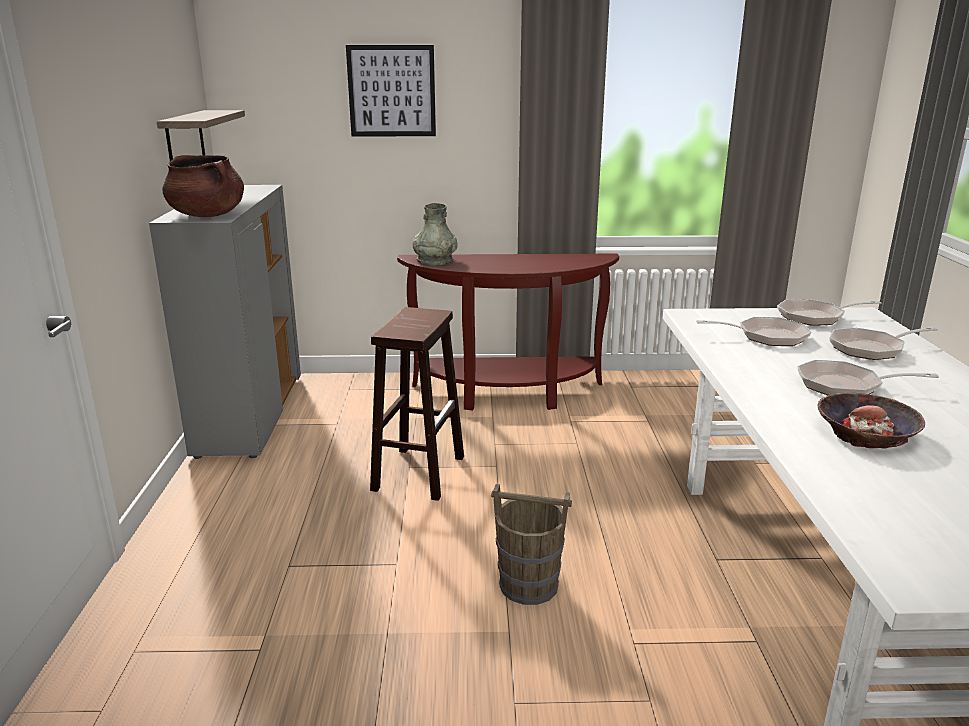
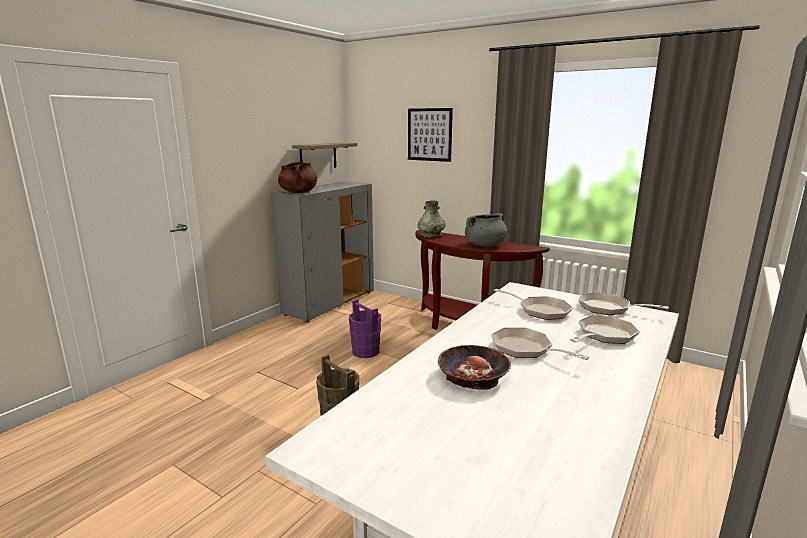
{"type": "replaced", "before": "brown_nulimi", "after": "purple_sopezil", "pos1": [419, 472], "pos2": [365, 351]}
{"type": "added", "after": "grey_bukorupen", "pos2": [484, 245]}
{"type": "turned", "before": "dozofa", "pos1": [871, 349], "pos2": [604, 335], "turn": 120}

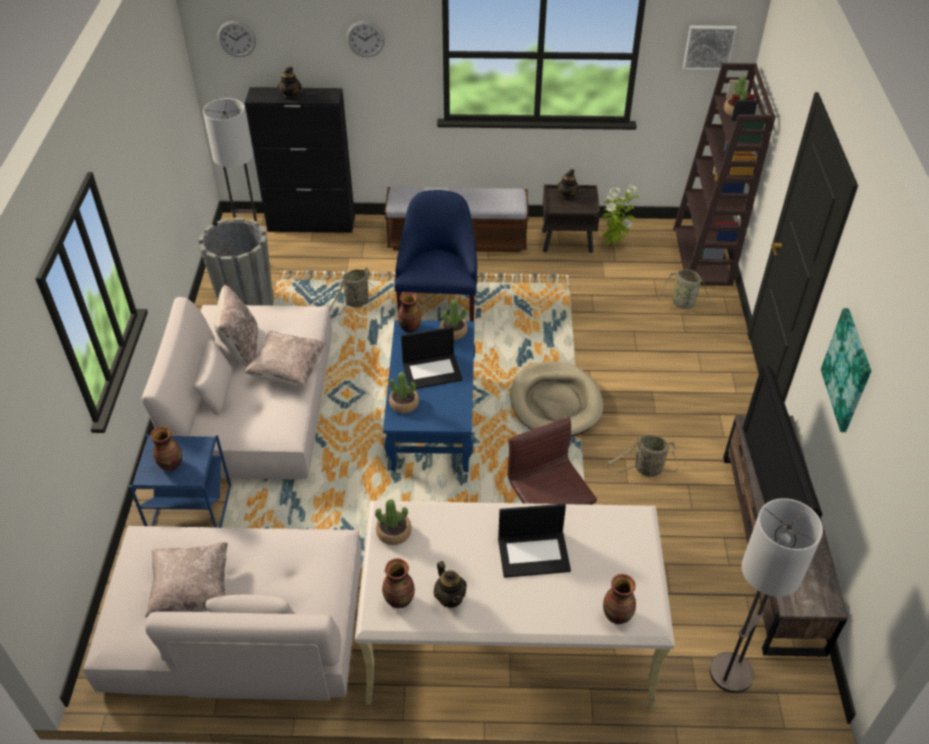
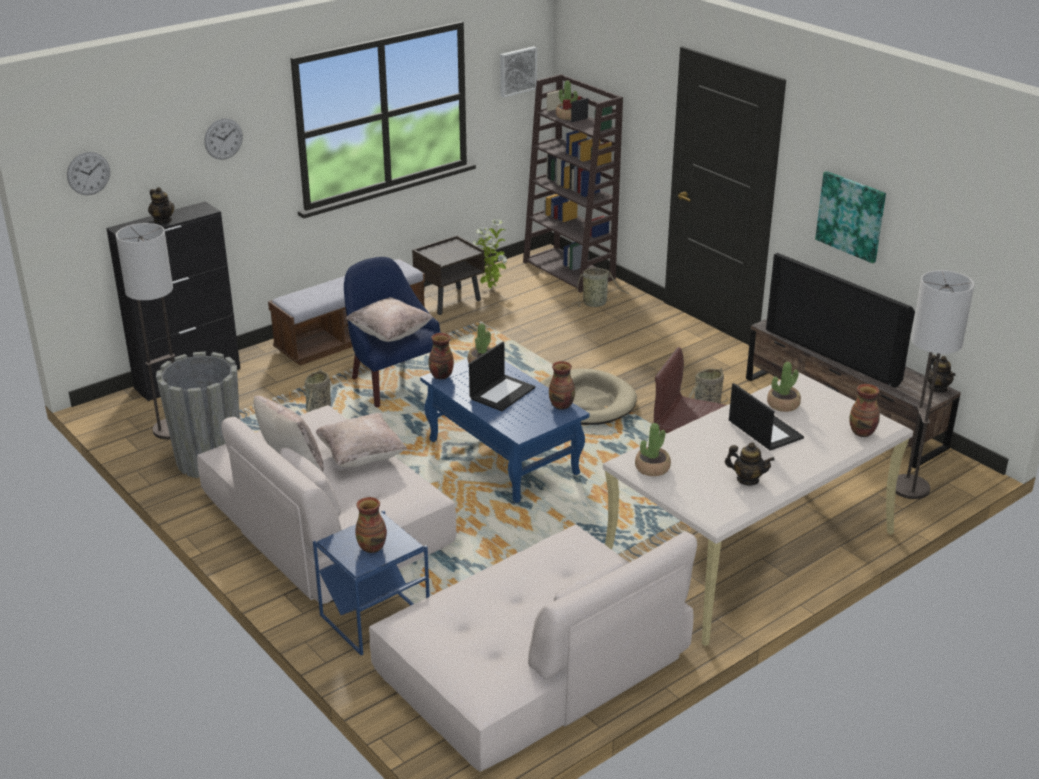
{"type": "moved", "before": "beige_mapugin", "pos1": [192, 590], "pos2": [390, 334]}
{"type": "moved", "before": "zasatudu", "pos1": [400, 600], "pos2": [562, 405]}
{"type": "turned", "before": "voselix", "pos1": [534, 553], "pos2": [764, 430], "turn": -75}
{"type": "moved", "before": "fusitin", "pos1": [404, 404], "pos2": [783, 404]}
{"type": "moved", "before": "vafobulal", "pos1": [567, 196], "pos2": [937, 388]}

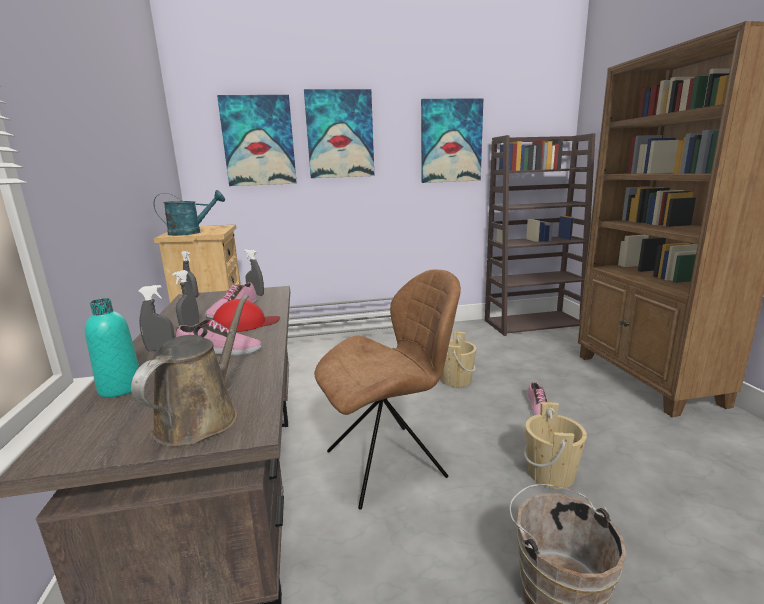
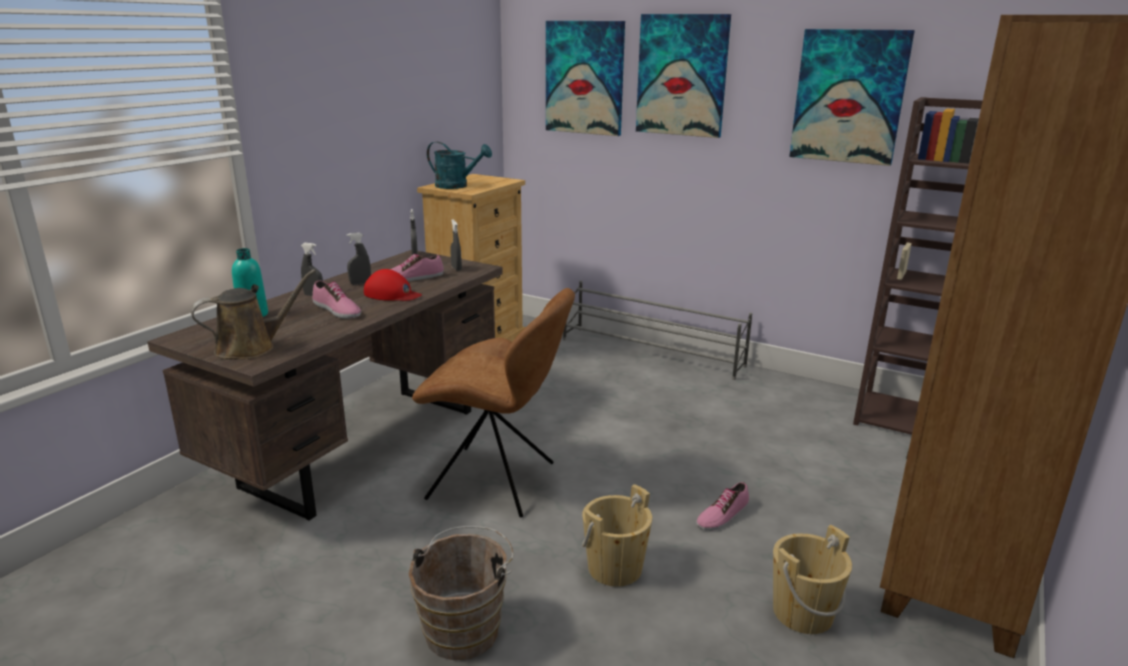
{"type": "moved", "before": "beige_sopezil", "pos1": [456, 380], "pos2": [802, 613]}

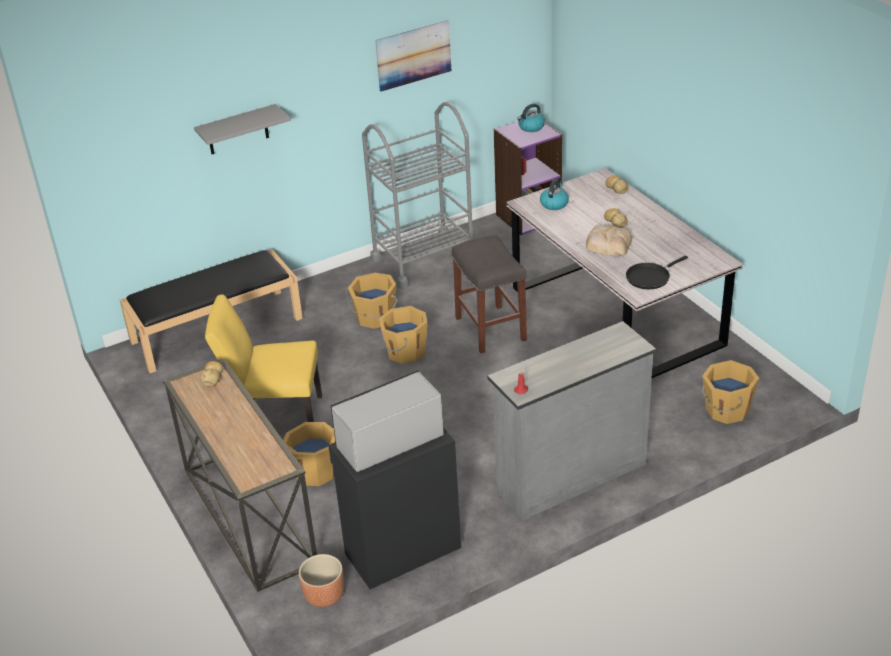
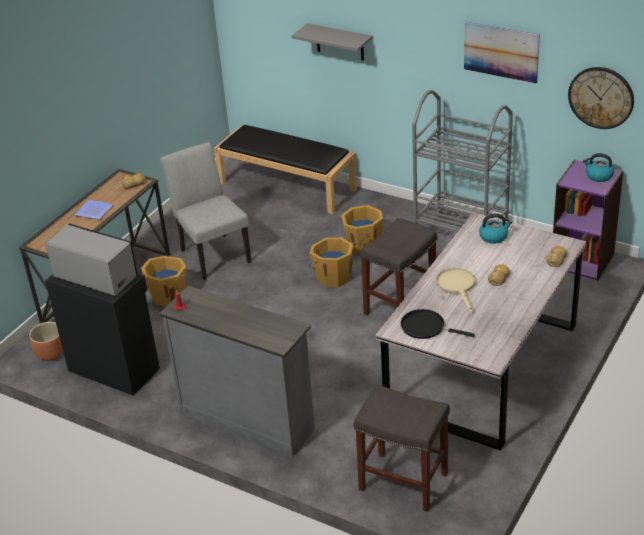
{"type": "added", "after": "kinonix", "pos2": [95, 210]}
{"type": "recoloured", "before": "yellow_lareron", "after": "grey_lareron", "pos1": [275, 417], "pos2": [212, 253]}
{"type": "replaced", "before": "orange_sopezil", "after": "grey_nulimi", "pos1": [726, 410], "pos2": [402, 481]}
{"type": "replaced", "before": "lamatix", "after": "beige_dozofa", "pos1": [608, 244], "pos2": [457, 287]}
{"type": "added", "after": "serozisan", "pos2": [601, 97]}

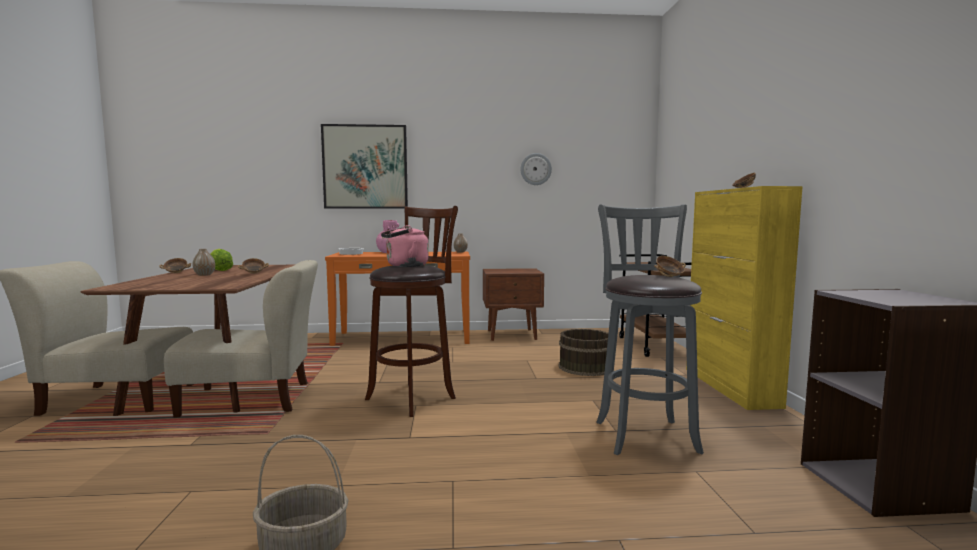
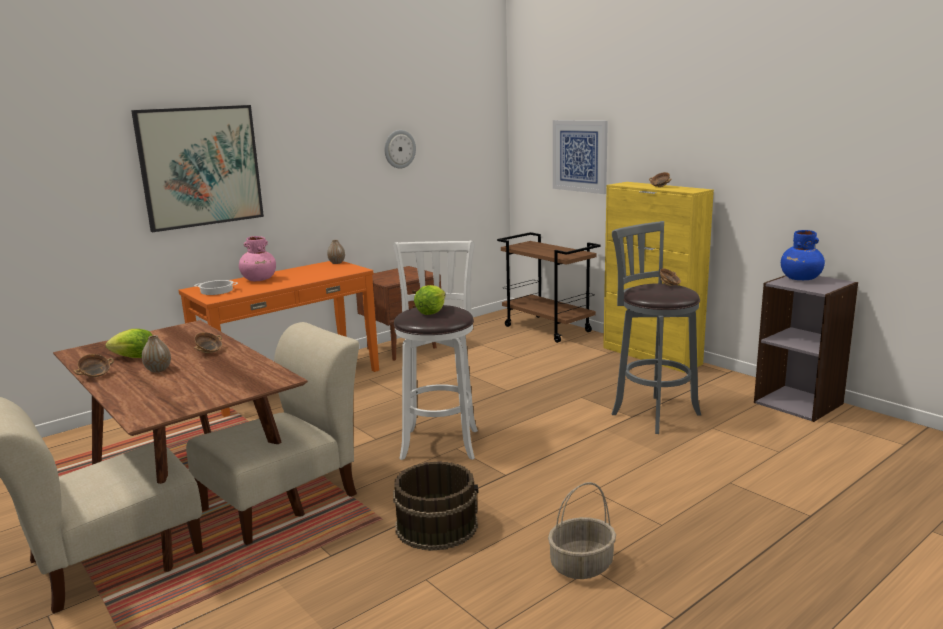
{"type": "recoloured", "before": "brown_nulimi", "after": "white_nulimi", "pos1": [414, 397], "pos2": [440, 442]}
{"type": "moved", "before": "brown_sopezil", "pos1": [585, 367], "pos2": [436, 526]}
{"type": "replaced", "before": "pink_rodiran", "after": "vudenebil", "pos1": [404, 266], "pos2": [431, 312]}
{"type": "added", "after": "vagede", "pos2": [580, 156]}
{"type": "added", "after": "blue_zasatudu", "pos2": [800, 279]}

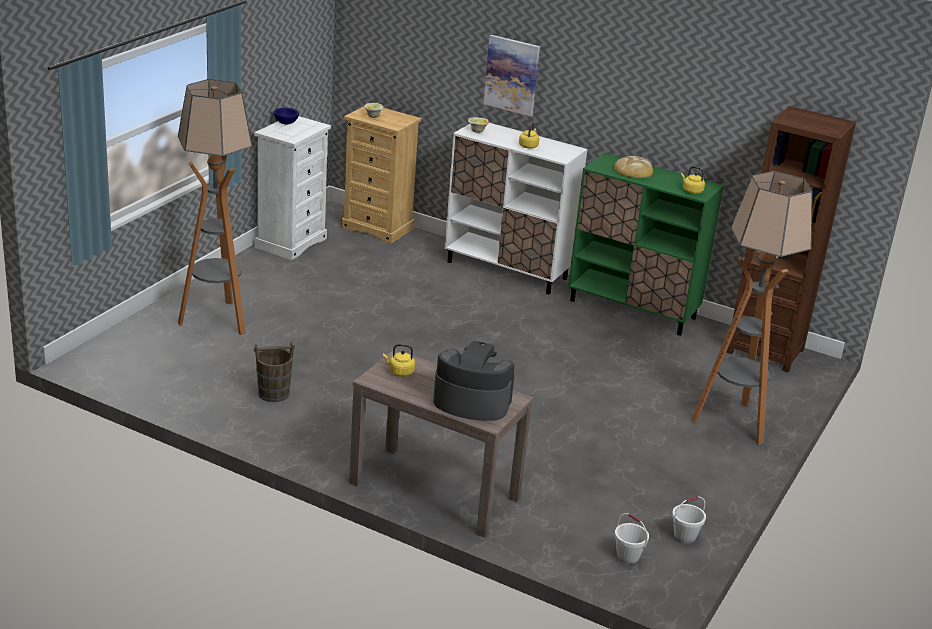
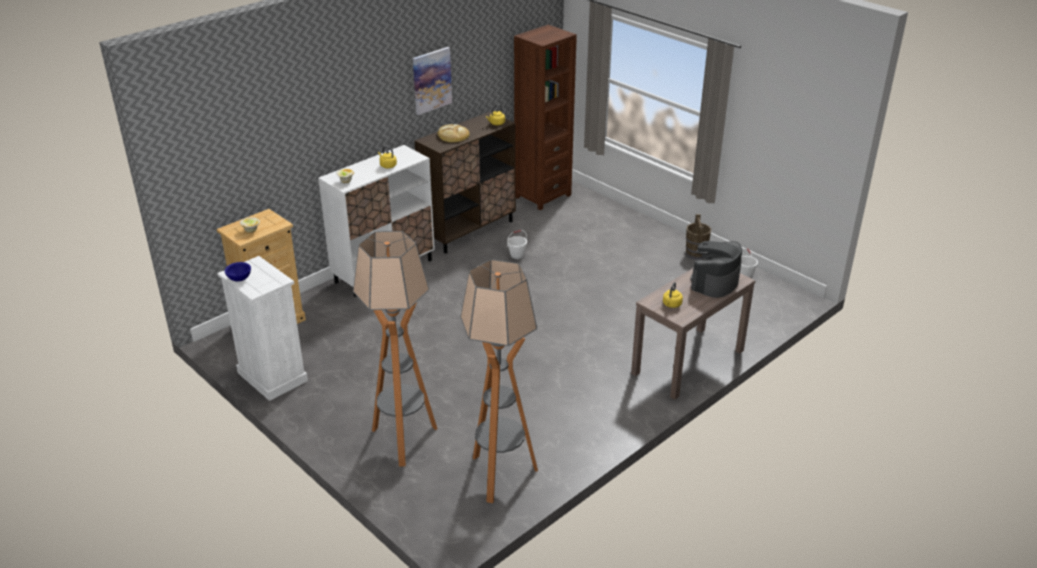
{"type": "moved", "before": "vagede", "pos1": [512, 75], "pos2": [431, 80]}
{"type": "recoloured", "before": "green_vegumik", "after": "brown_vegumik", "pos1": [633, 309], "pos2": [469, 230]}
{"type": "moved", "before": "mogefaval", "pos1": [732, 422], "pos2": [500, 476]}
{"type": "moved", "before": "white_sopezil", "pos1": [628, 556], "pos2": [517, 255]}
{"type": "moved", "before": "brown_sopezil", "pos1": [273, 393], "pos2": [696, 254]}

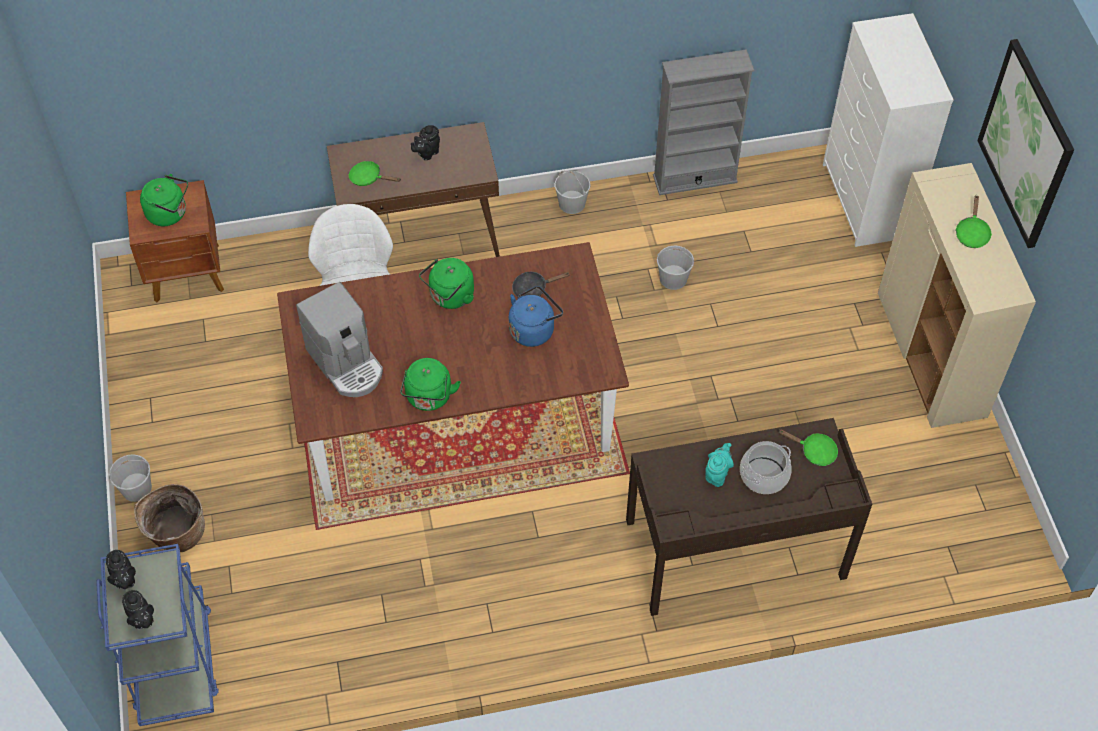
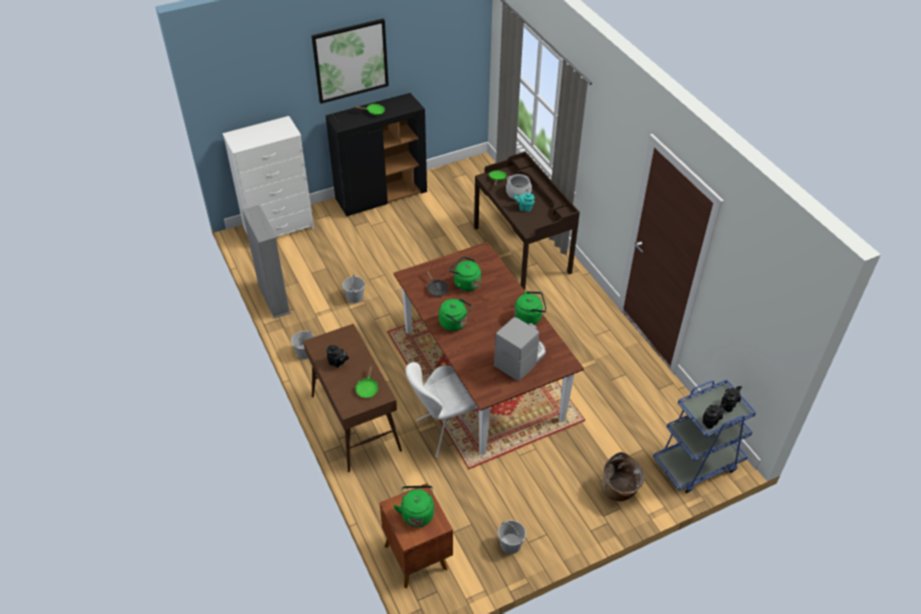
{"type": "recoloured", "before": "beige_vegumik", "after": "black_vegumik", "pos1": [931, 356], "pos2": [381, 196]}
{"type": "recoloured", "before": "blue_rodiran", "after": "green_rodiran", "pos1": [533, 329], "pos2": [465, 283]}
{"type": "moved", "before": "white_sopezil", "pos1": [137, 488], "pos2": [510, 544]}

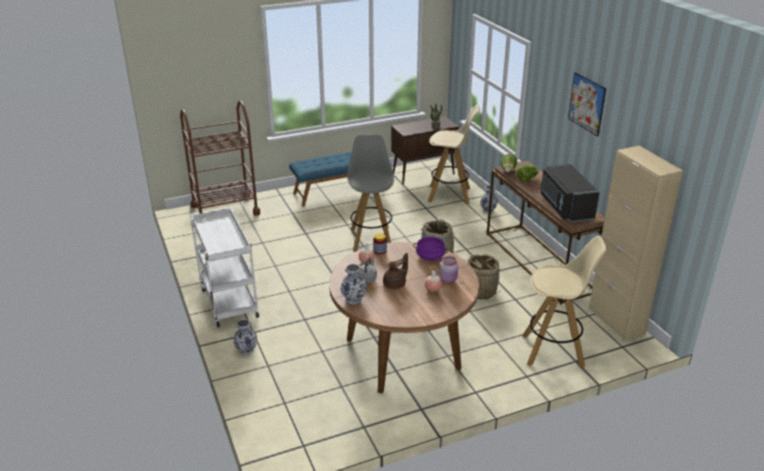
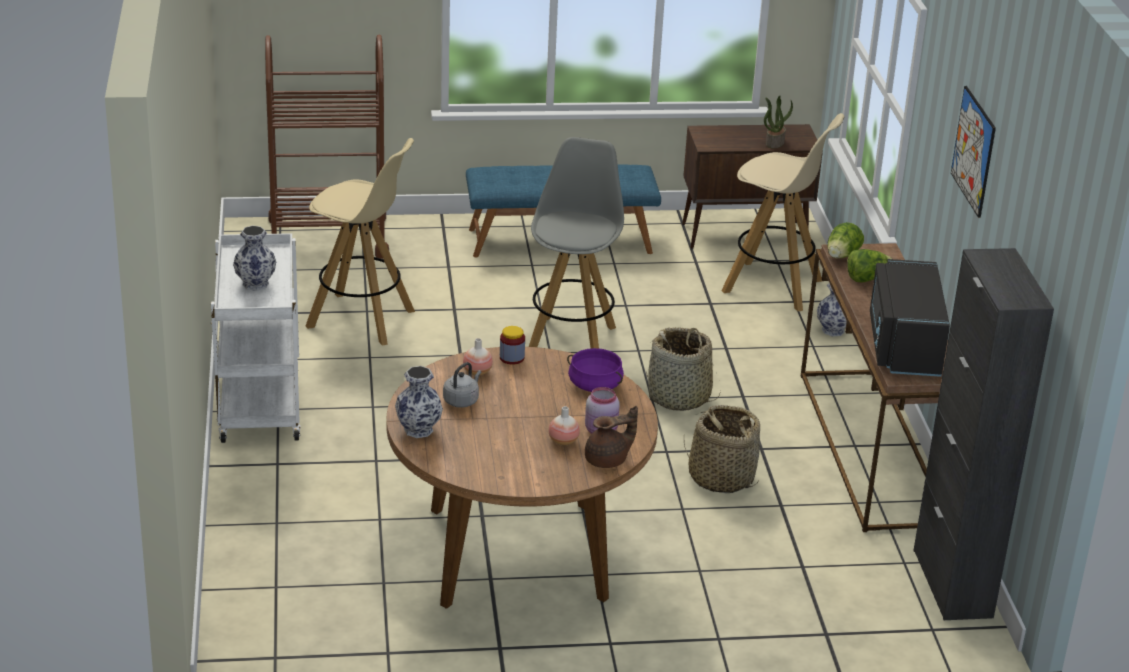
{"type": "moved", "before": "zasatudu", "pos1": [246, 350], "pos2": [255, 284]}
{"type": "moved", "before": "beige_nulimi", "pos1": [553, 351], "pos2": [362, 319]}
{"type": "moved", "before": "brown_vafobulal", "pos1": [395, 284], "pos2": [608, 460]}
{"type": "recoloured", "before": "beige_vegumik", "after": "black_vegumik", "pos1": [616, 321], "pos2": [952, 583]}

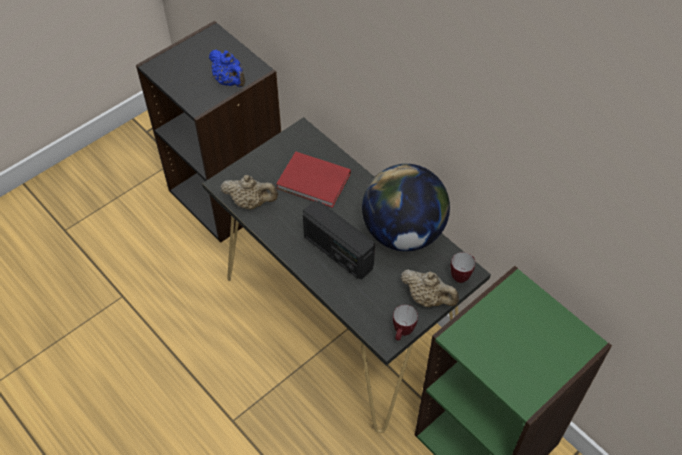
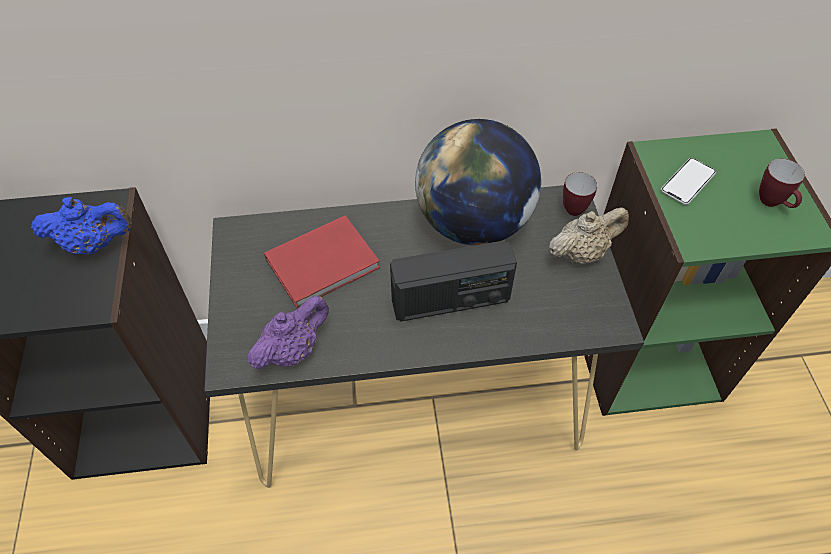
{"type": "recoloured", "before": "beige_vafobulal", "after": "purple_vafobulal", "pos1": [251, 202], "pos2": [293, 350]}
{"type": "added", "after": "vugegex", "pos2": [688, 182]}
{"type": "moved", "before": "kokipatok", "pos1": [402, 333], "pos2": [773, 203]}

